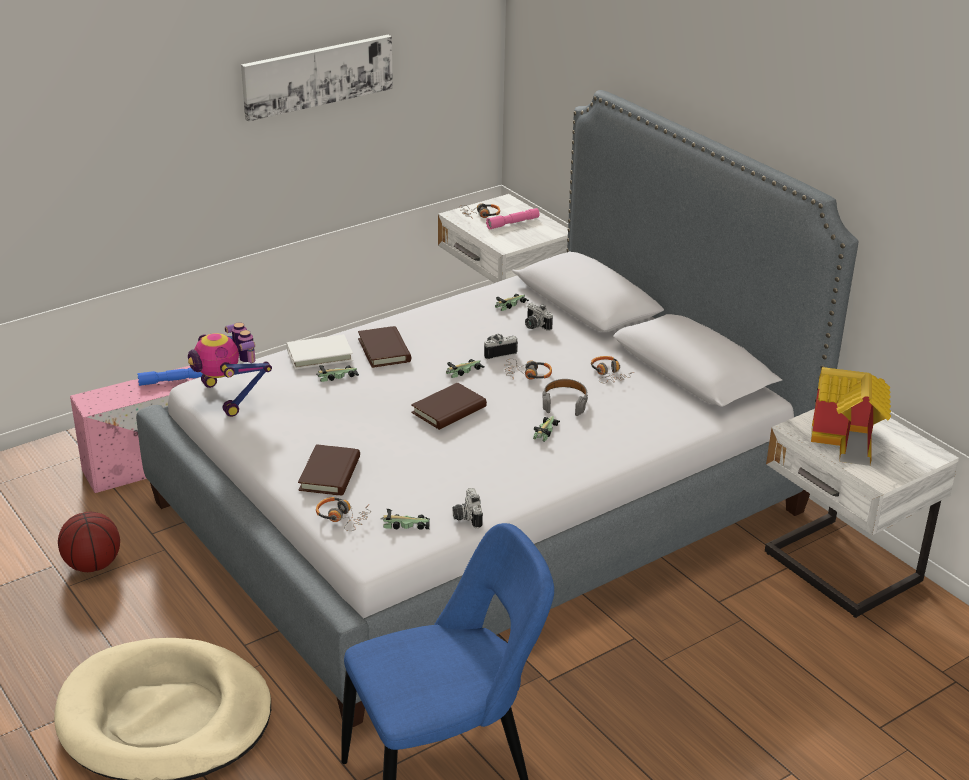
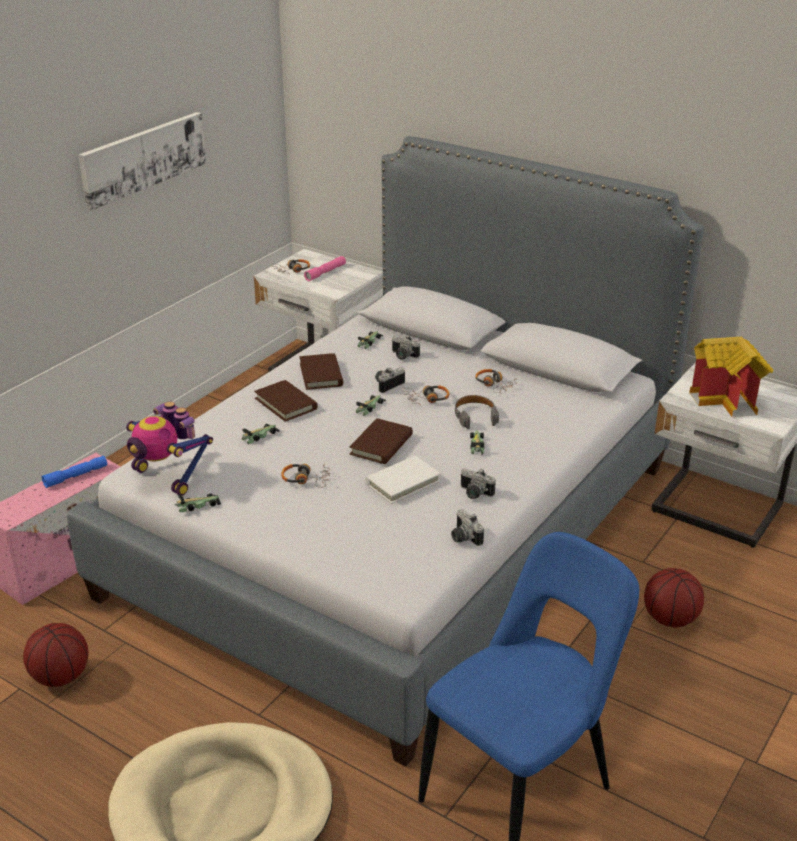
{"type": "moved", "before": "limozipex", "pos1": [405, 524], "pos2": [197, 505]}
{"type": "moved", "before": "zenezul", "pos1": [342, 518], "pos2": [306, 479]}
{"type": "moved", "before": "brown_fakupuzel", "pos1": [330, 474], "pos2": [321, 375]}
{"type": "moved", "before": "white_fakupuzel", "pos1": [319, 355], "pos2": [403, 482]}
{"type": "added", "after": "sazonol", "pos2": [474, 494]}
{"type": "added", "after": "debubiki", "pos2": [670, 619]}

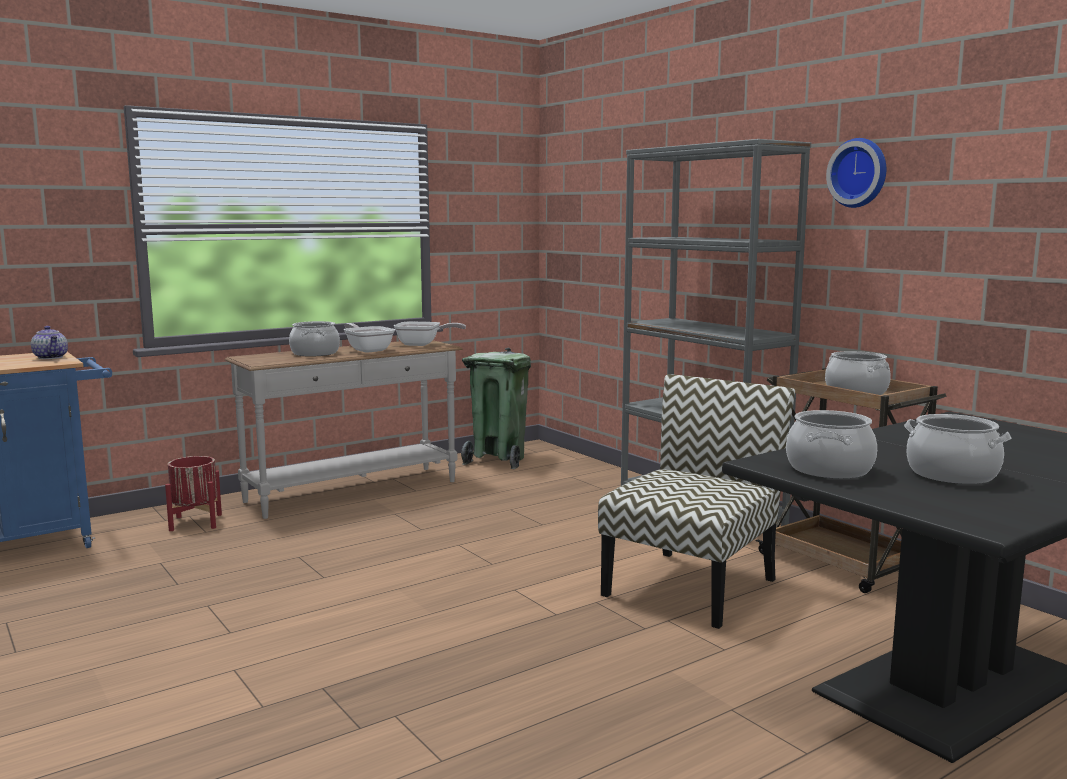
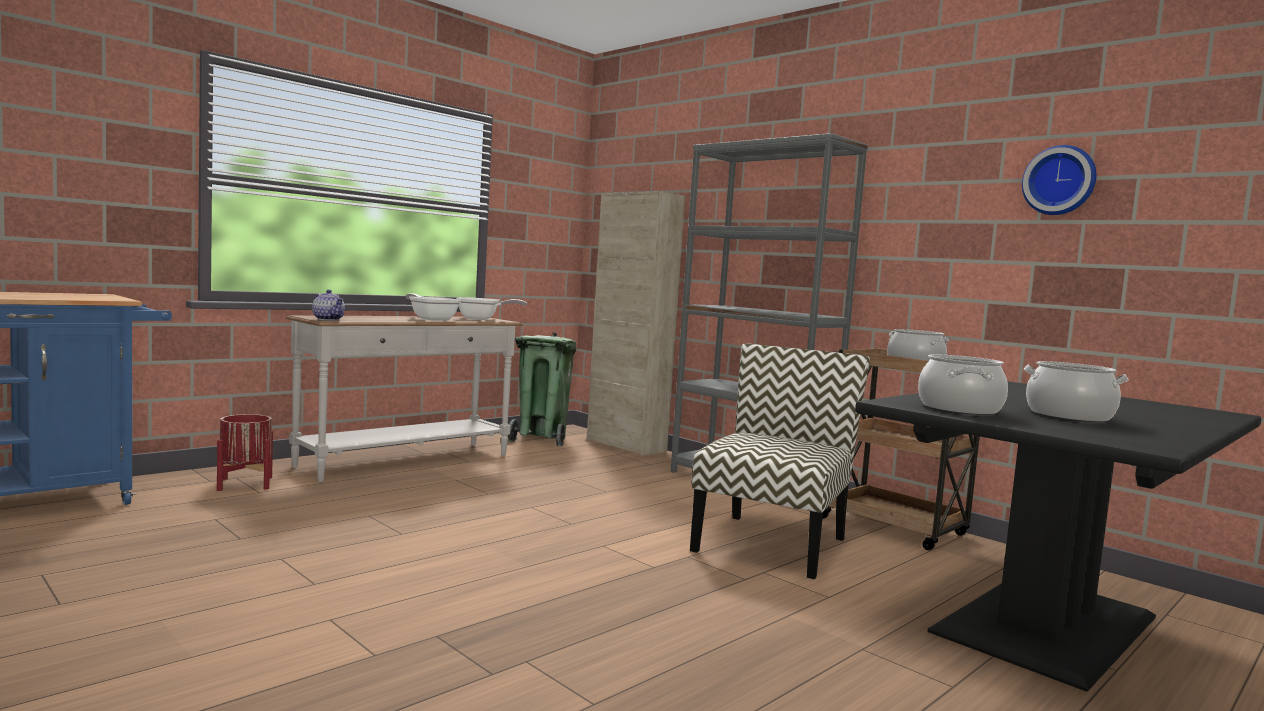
{"type": "moved", "before": "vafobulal", "pos1": [51, 357], "pos2": [329, 319]}
{"type": "added", "after": "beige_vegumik", "pos2": [625, 445]}
{"type": "moved", "before": "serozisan", "pos1": [859, 173], "pos2": [1060, 181]}
{"type": "removed", "before": "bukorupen", "pos1": [315, 353]}

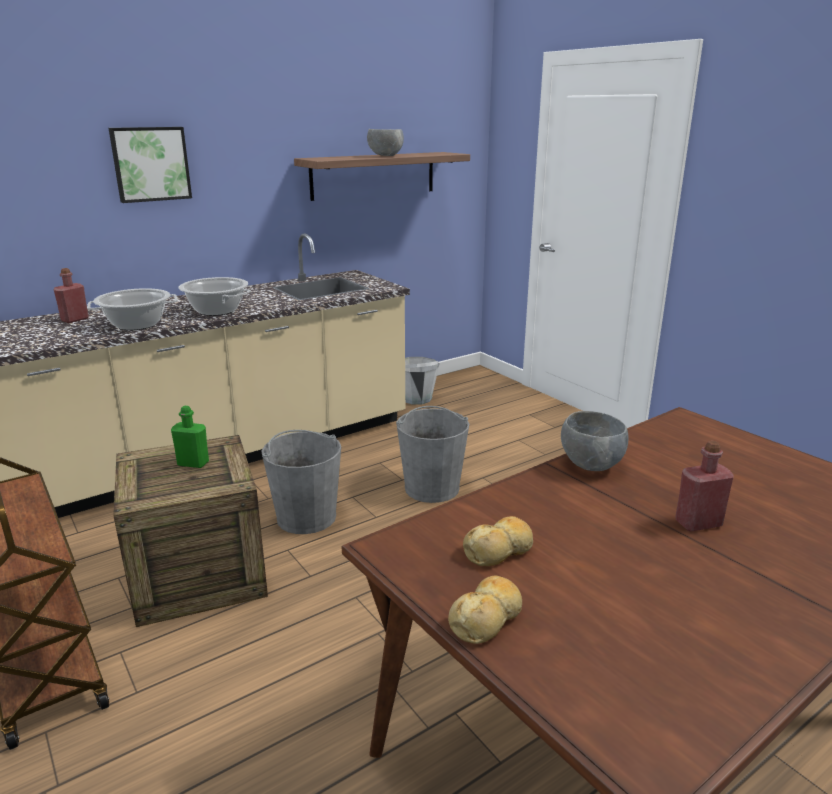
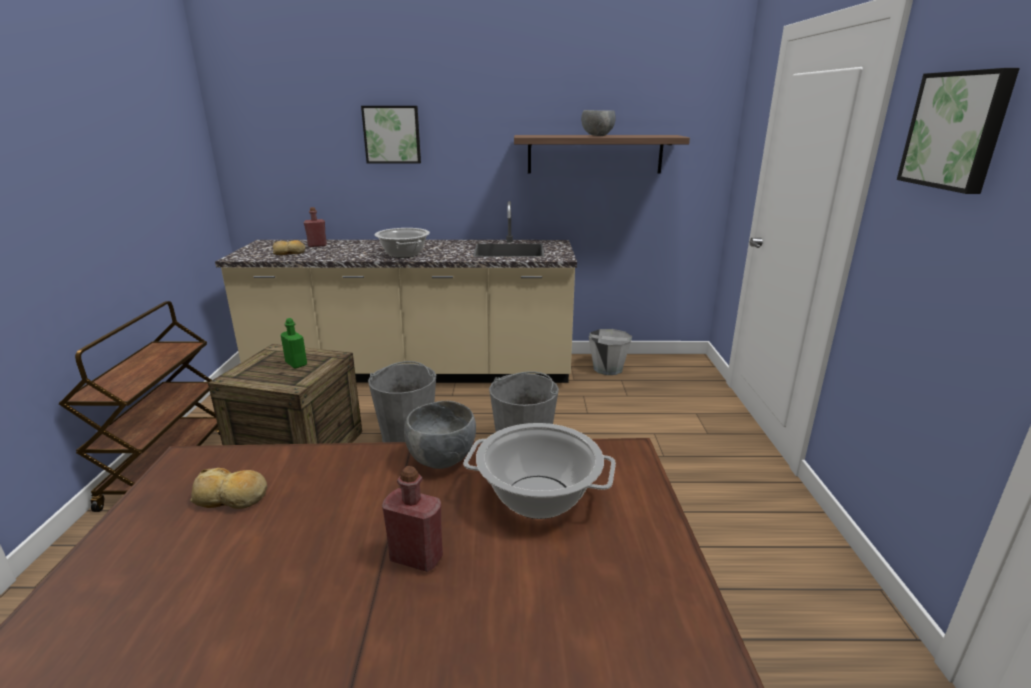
{"type": "moved", "before": "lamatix", "pos1": [487, 618], "pos2": [290, 253]}
{"type": "moved", "before": "bukorupen", "pos1": [137, 324], "pos2": [539, 497]}
{"type": "added", "after": "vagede", "pos2": [957, 130]}

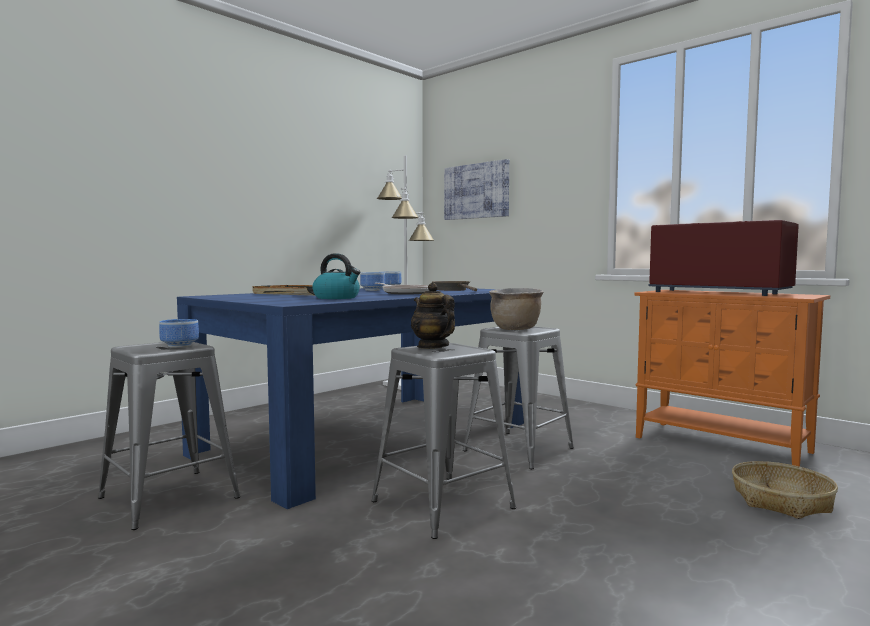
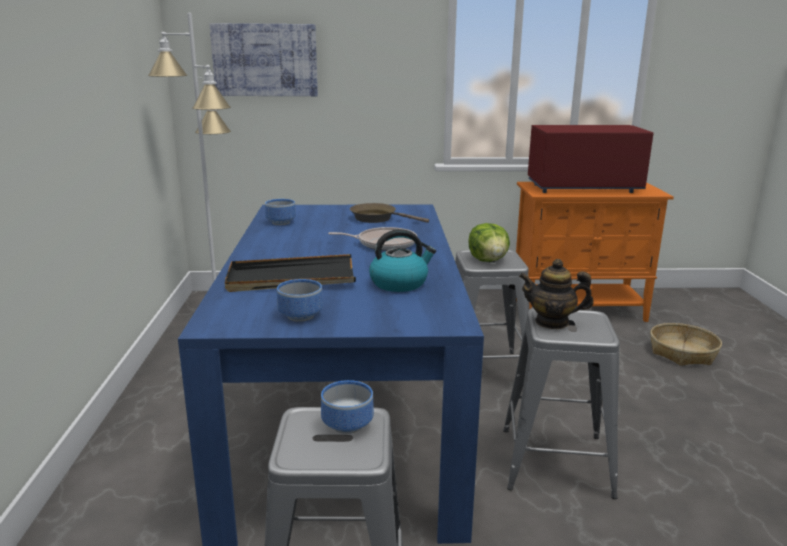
{"type": "moved", "before": "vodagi", "pos1": [373, 290], "pos2": [302, 315]}
{"type": "replaced", "before": "brown_bukorupen", "after": "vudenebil", "pos1": [515, 329], "pos2": [488, 260]}

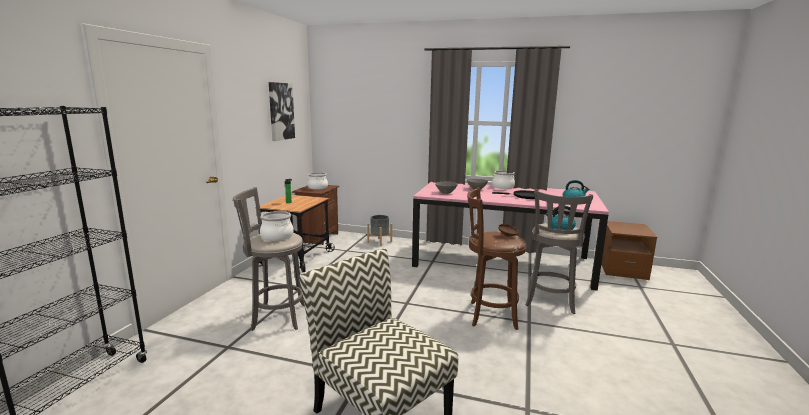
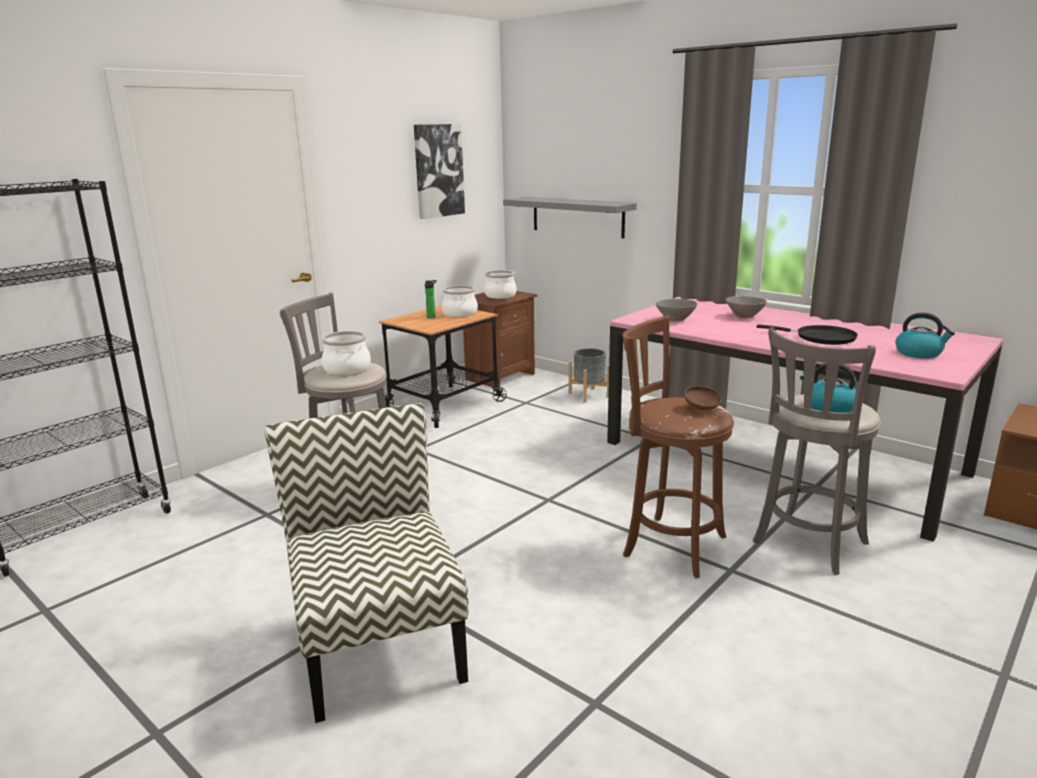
{"type": "moved", "before": "bukorupen", "pos1": [503, 187], "pos2": [460, 313]}
{"type": "added", "after": "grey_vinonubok", "pos2": [577, 216]}

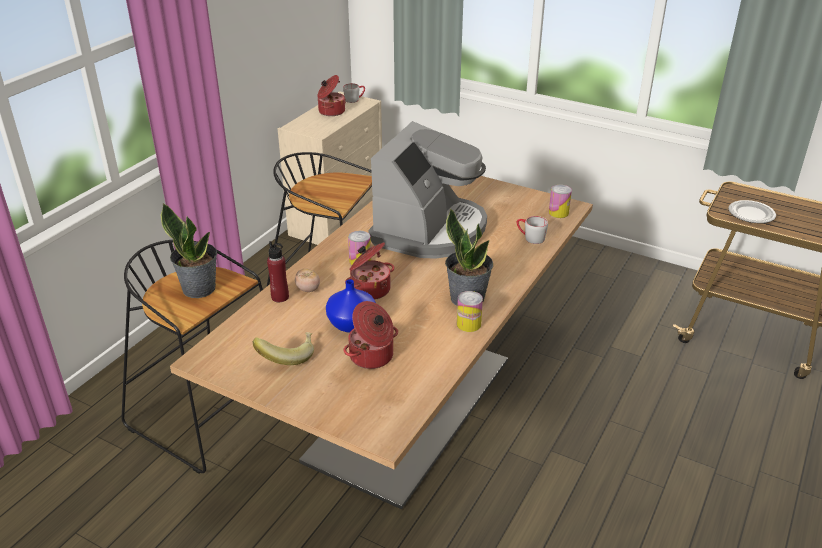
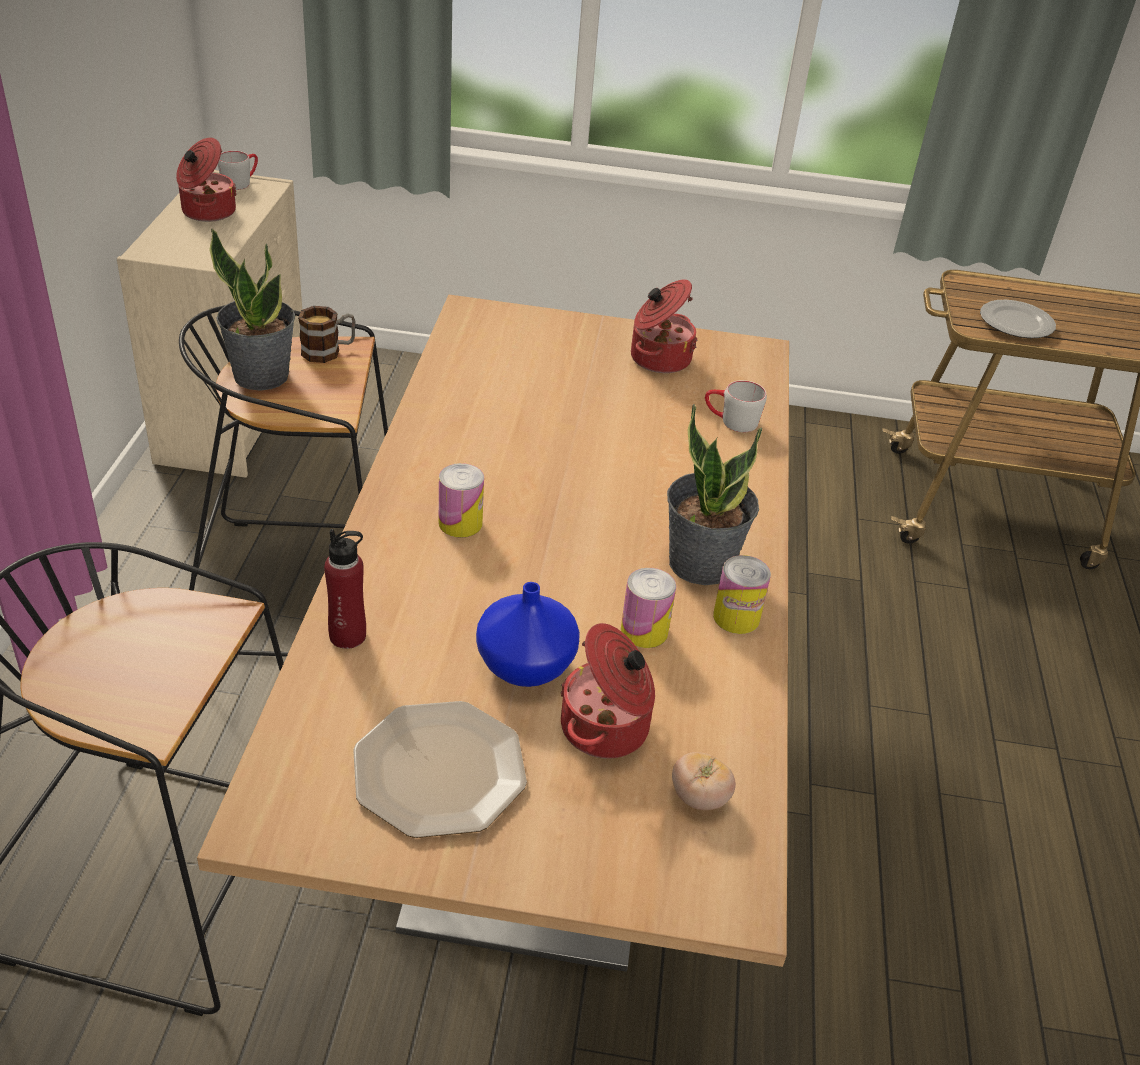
{"type": "moved", "before": "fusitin", "pos1": [199, 288], "pos2": [261, 375]}
{"type": "added", "after": "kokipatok", "pos2": [328, 351]}
{"type": "replaced", "before": "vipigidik", "after": "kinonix", "pos1": [287, 356], "pos2": [440, 769]}
{"type": "moved", "before": "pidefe", "pos1": [558, 213], "pos2": [644, 631]}
{"type": "moved", "before": "bukorupen", "pos1": [370, 289], "pos2": [658, 358]}
{"type": "moved", "before": "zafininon", "pos1": [308, 289], "pos2": [699, 798]}
{"type": "removed", "before": "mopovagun", "pos1": [430, 230]}

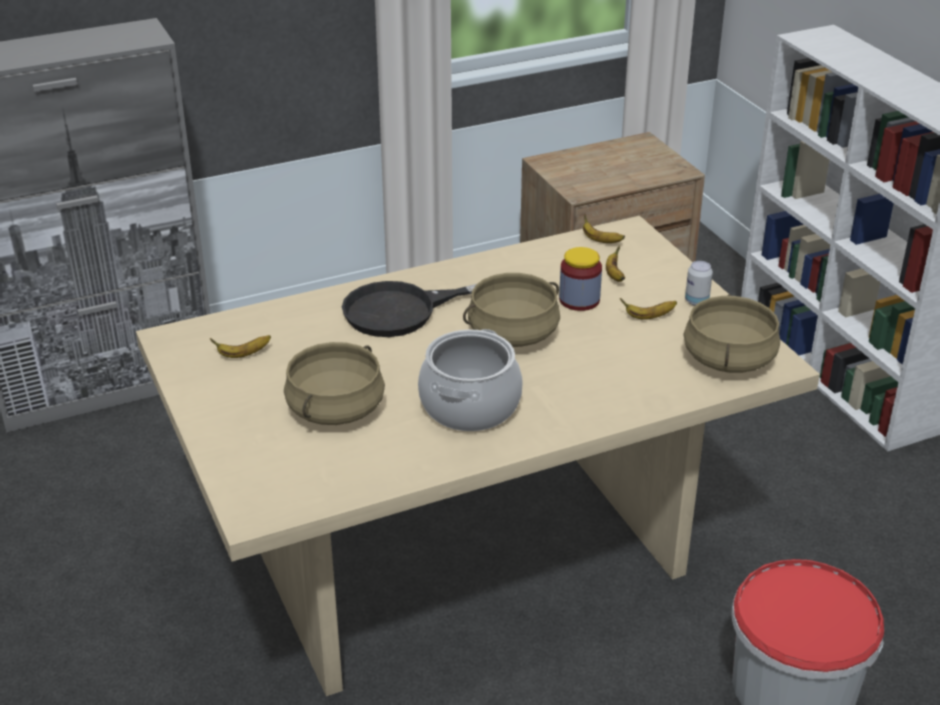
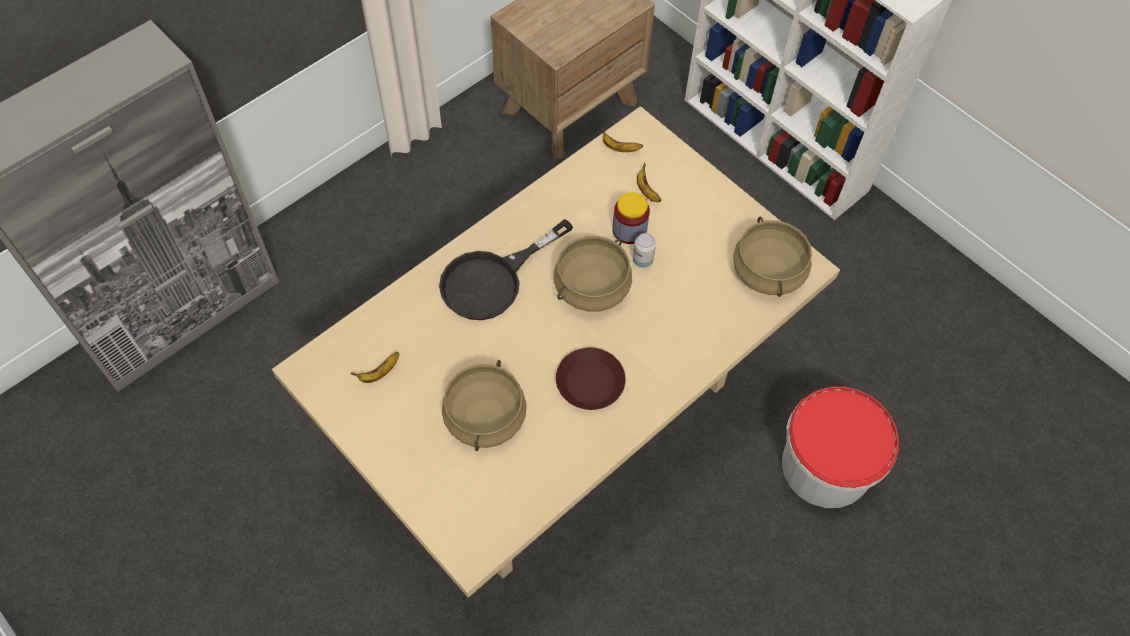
{"type": "replaced", "before": "bukorupen", "after": "brown_kinonix", "pos1": [470, 406], "pos2": [590, 383]}
{"type": "moved", "before": "pidefe", "pos1": [696, 301], "pos2": [642, 260]}
{"type": "removed", "before": "vipigidik", "pos1": [648, 317]}

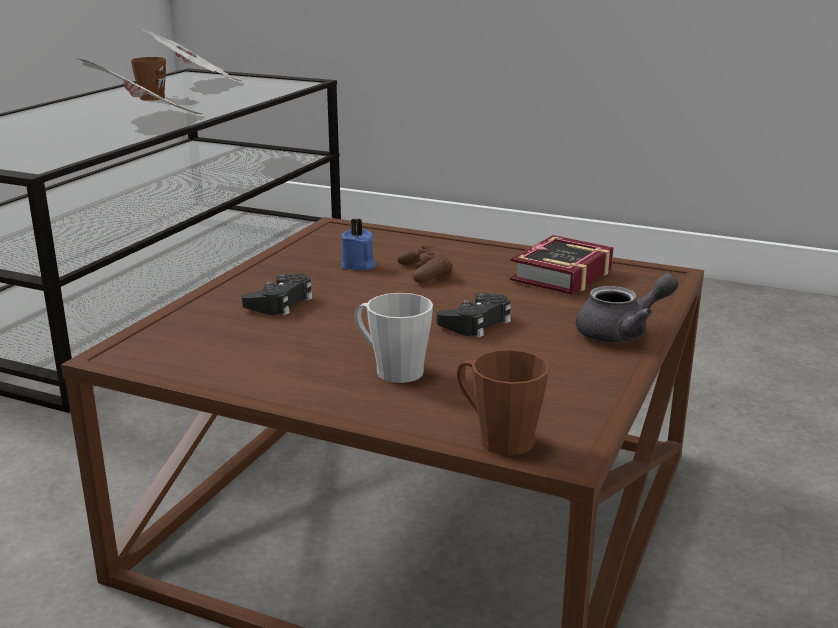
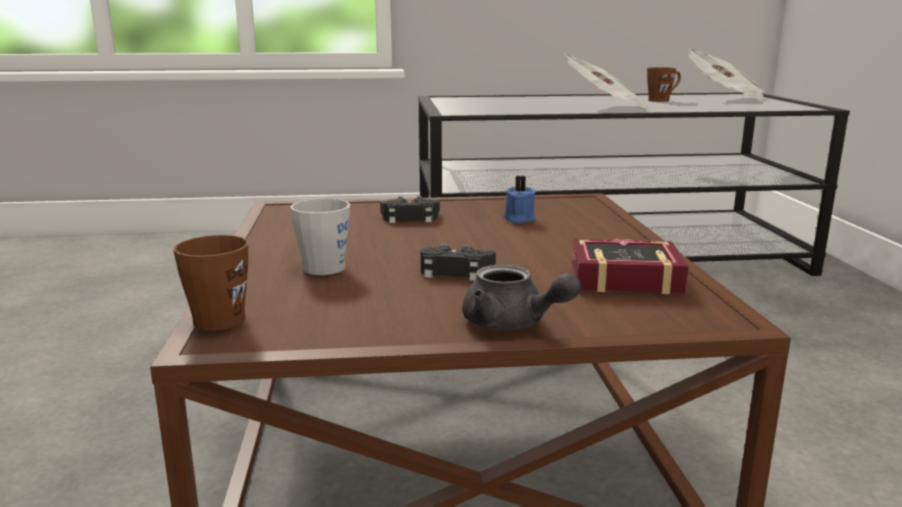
{"type": "removed", "before": "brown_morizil", "pos1": [425, 272]}

